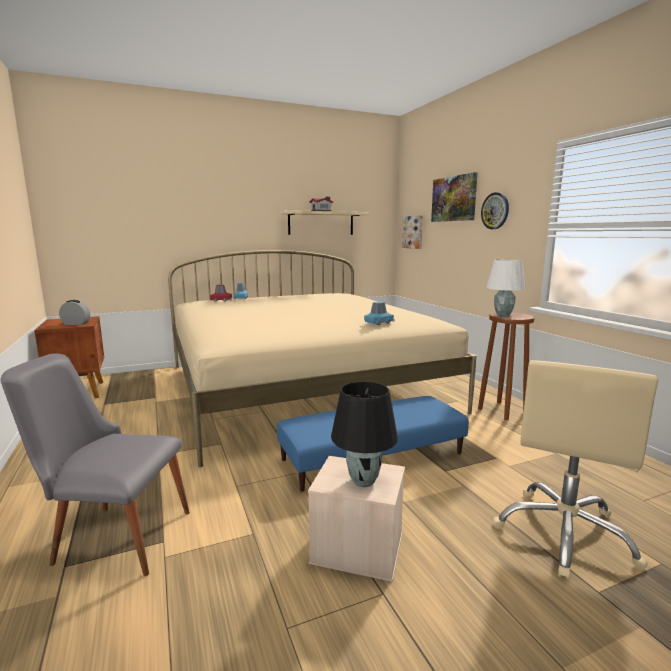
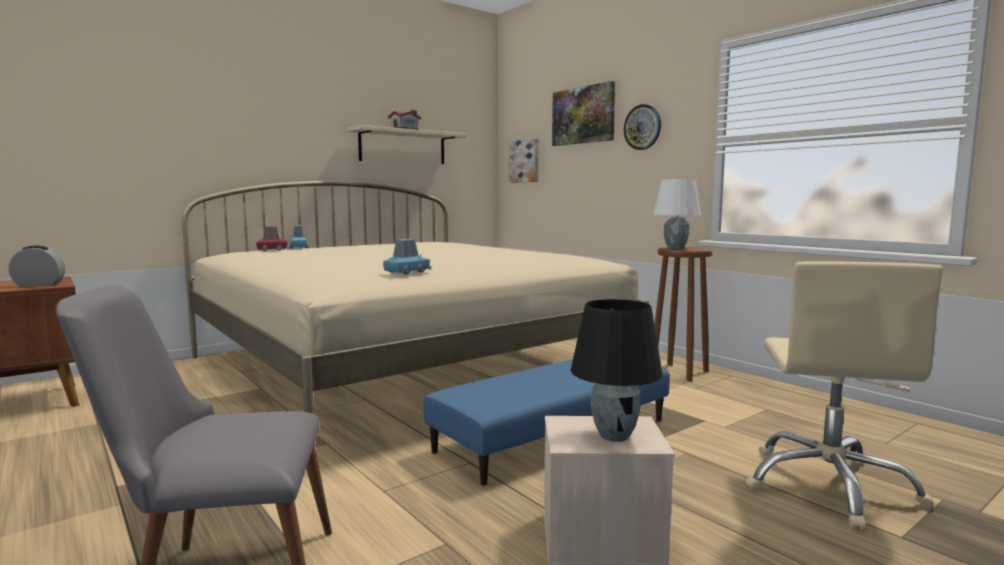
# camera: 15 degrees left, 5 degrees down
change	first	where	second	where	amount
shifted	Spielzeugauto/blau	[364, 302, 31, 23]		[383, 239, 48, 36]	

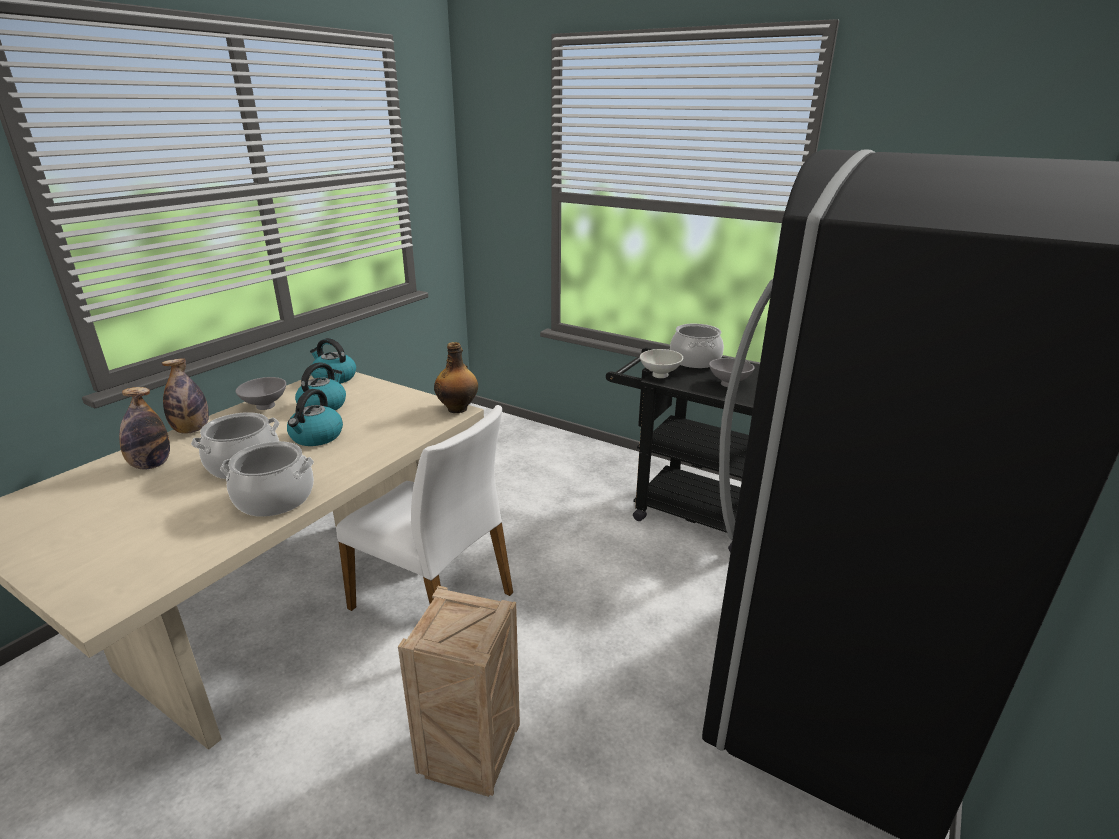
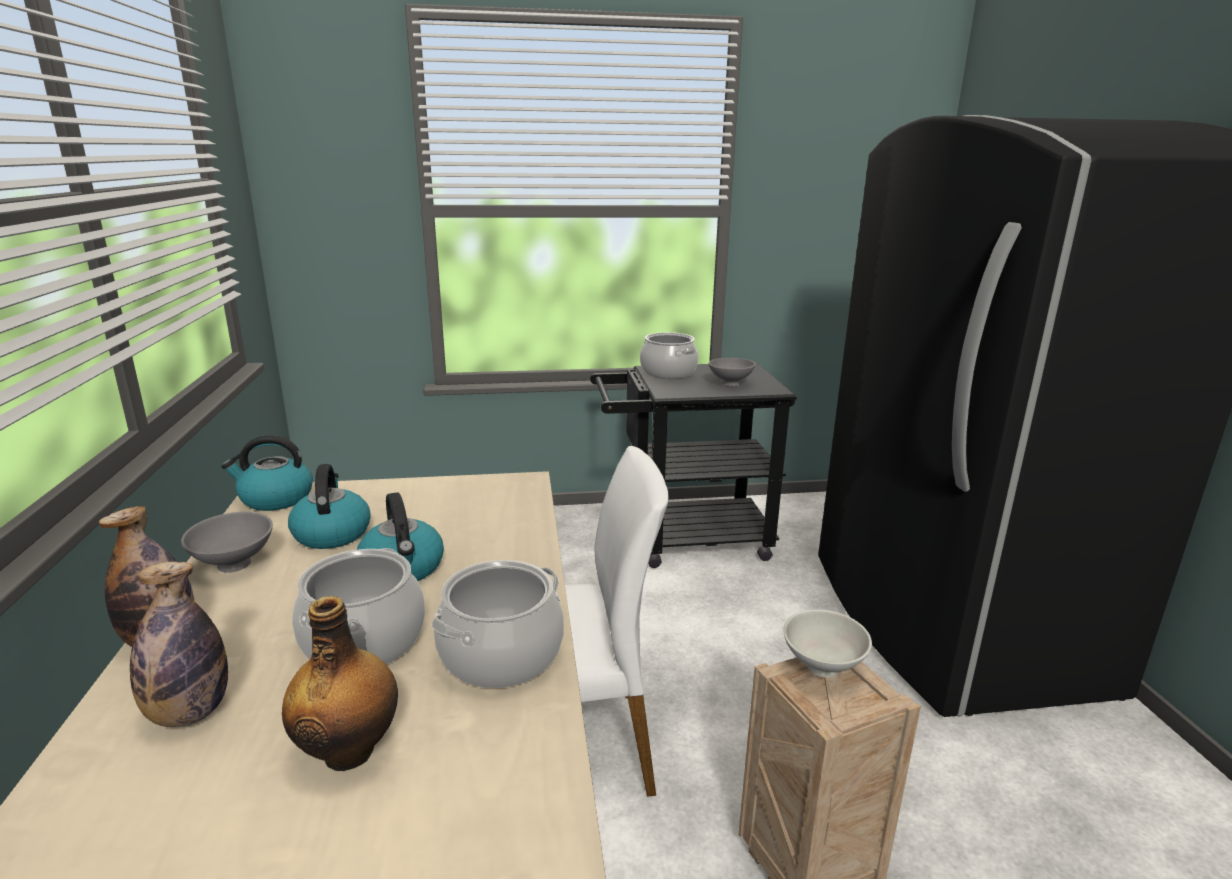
# camera: 40 degrees left, 5 degrees down
change	first	where	second	where	amount
shifted	Flasche	[434, 342, 44, 71]		[282, 596, 116, 175]	
shifted	Schüssel/weiß	[640, 349, 43, 29]		[784, 609, 88, 68]	

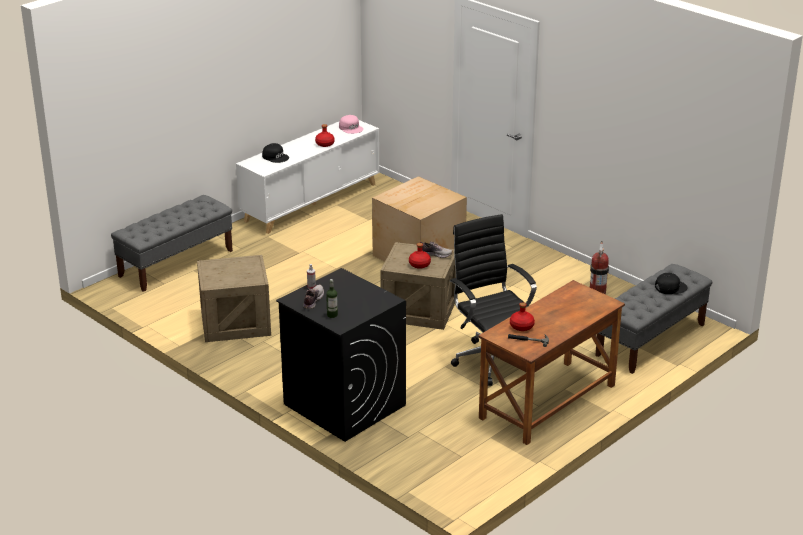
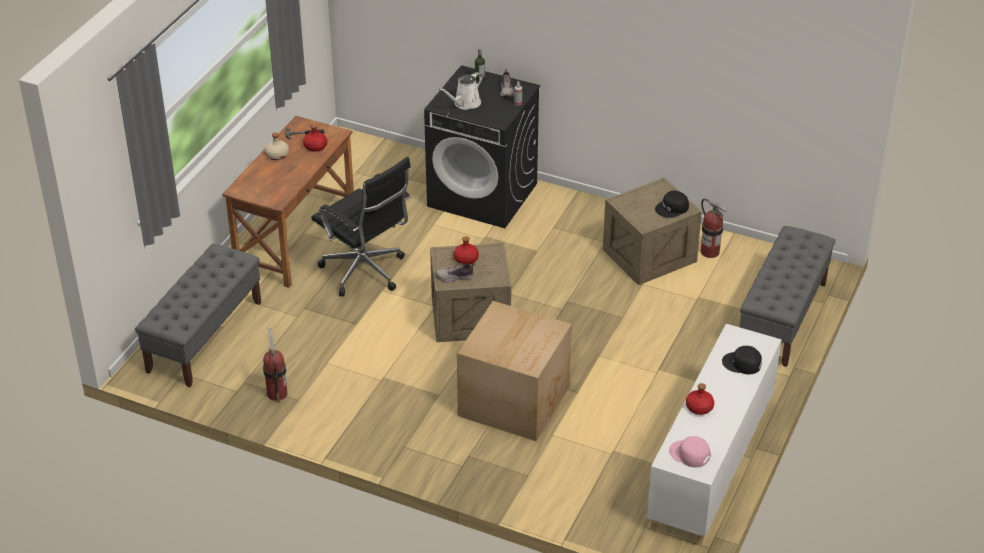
# camera: 160 degrees right, 10 degrees up
change	first	where	second	where	amount
new			Flasche/beige	[265, 133, 24, 27]	
new			Gießkanne/weiß	[439, 72, 44, 38]	
shifted	Kappe/schwarz	[655, 273, 33, 21]		[655, 191, 34, 27]	
new			Feuerlöscher	[701, 198, 28, 60]	

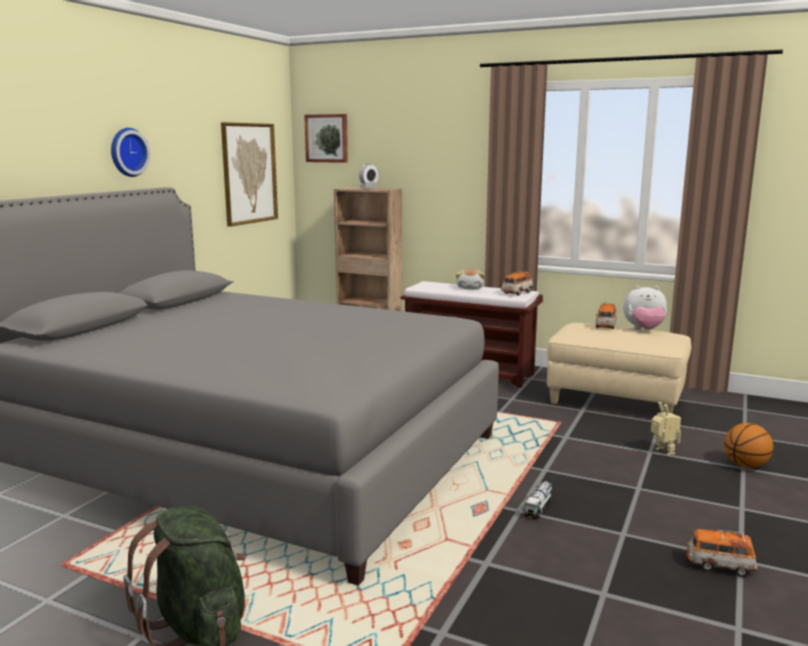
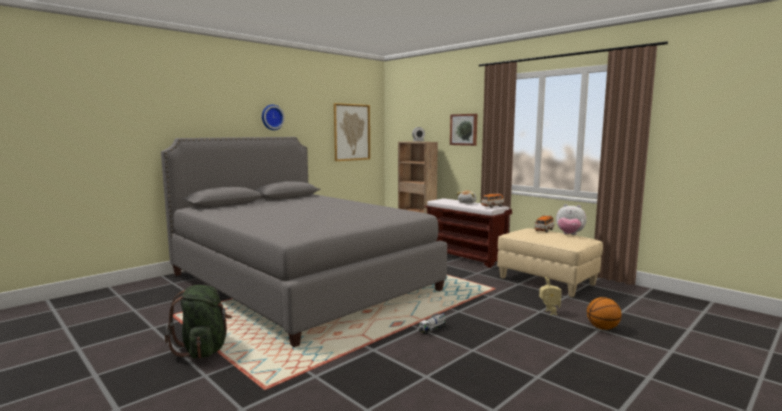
# camera: 20 degrees right, 5 degrees down
change	first	where	second	where	amount
shifted	Bild	[304, 114, 44, 49]		[450, 114, 27, 32]	
gone	Spielzeugauto	[686, 529, 72, 48]			

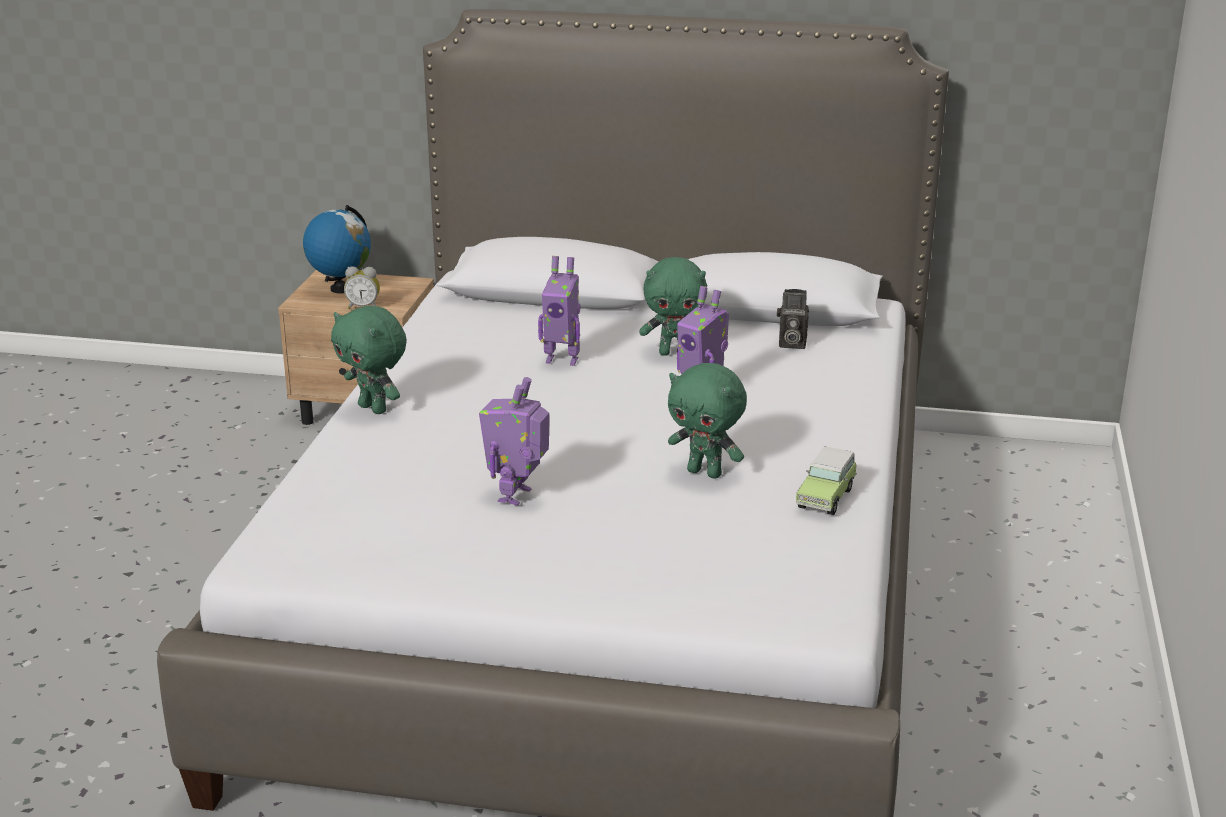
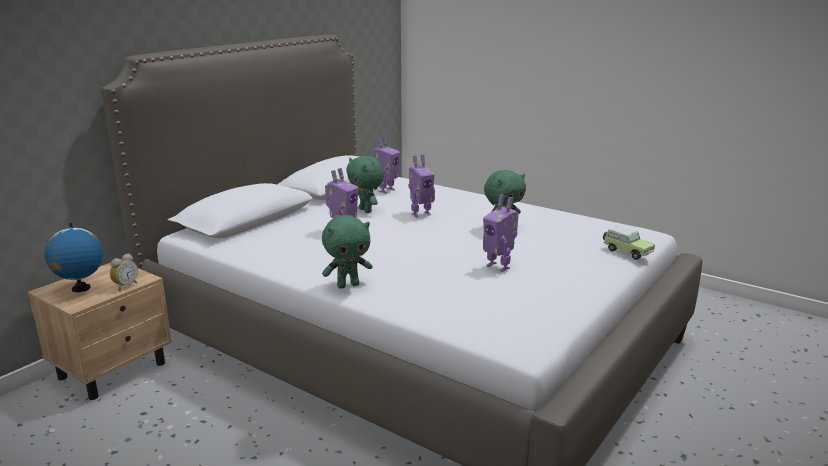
# camera: 65 degrees left, 5 degrees down
change	first	where	second	where	amount
rotated	Plüschtier/grün	[639, 257, 68, 99]		[346, 156, 38, 57]	120 degrees clockwise
swapped	Kamera	[777, 289, 32, 60]	Spielzeugroboter	[371, 136, 29, 57]	
shifted	Spielzeugauto	[796, 447, 61, 68]		[603, 226, 52, 34]	

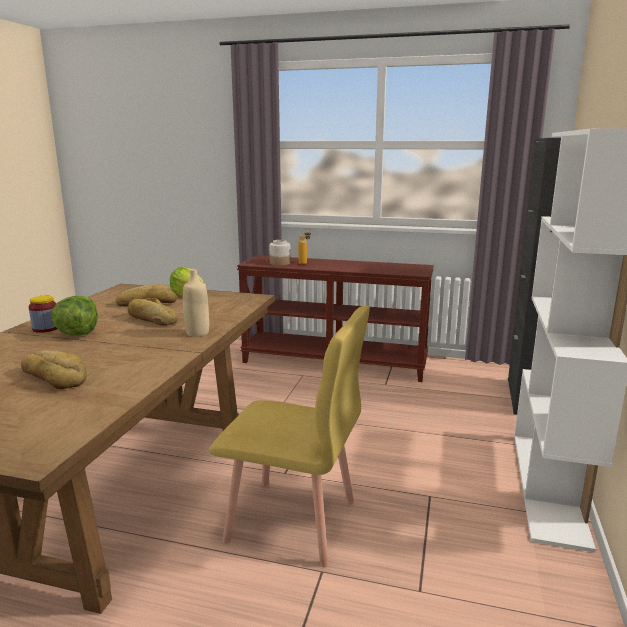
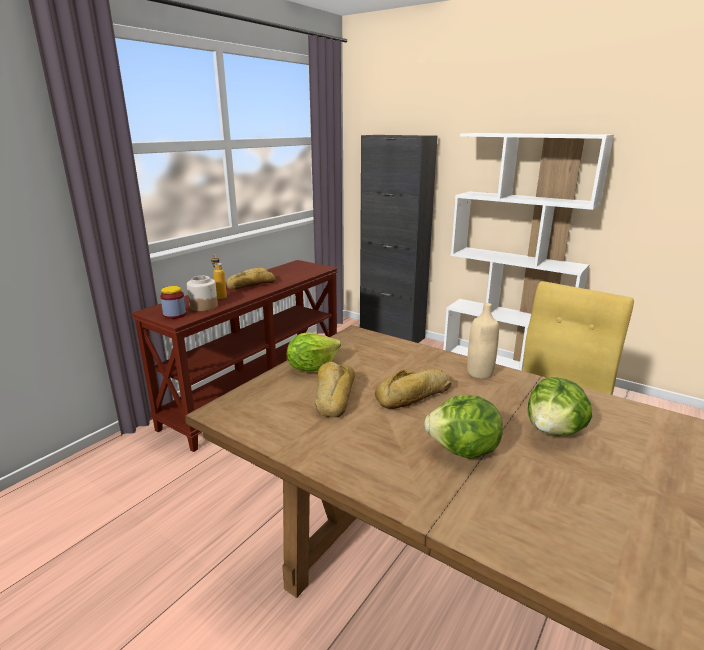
# camera: 70 degrees left, 5 degrees up
change	first	where	second	where	amount
shifted	Vorratsglas	[29, 296, 28, 37]		[160, 286, 26, 33]	
shifted	Brot	[21, 350, 65, 39]		[226, 268, 49, 22]	
new			Salatkopf	[528, 377, 64, 59]	

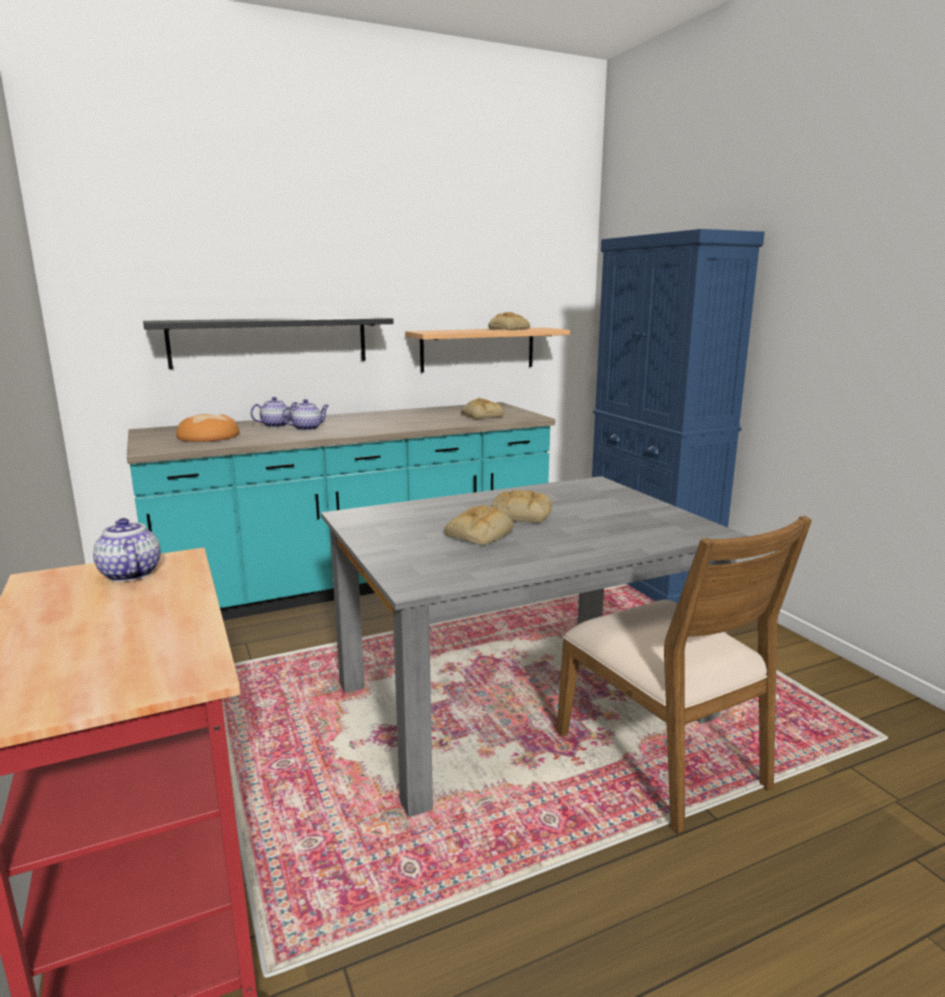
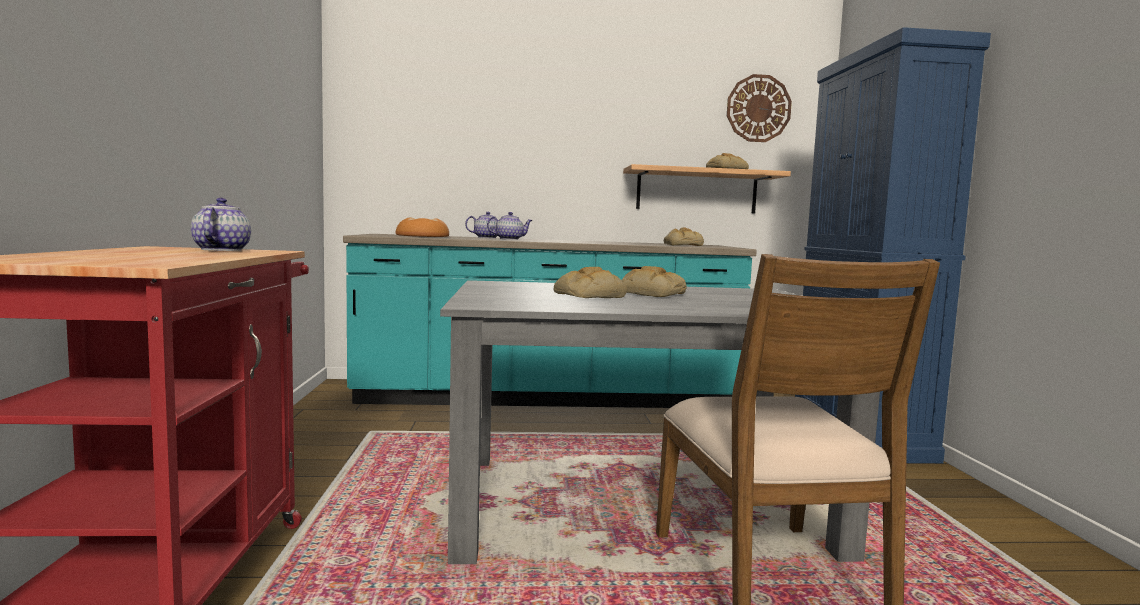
# camera: 20 degrees right, 10 degrees down
change	first	where	second	where	amount
new			Wanduhr	[727, 74, 65, 68]	
gone	Wandregal/schwarz	[143, 317, 251, 52]			

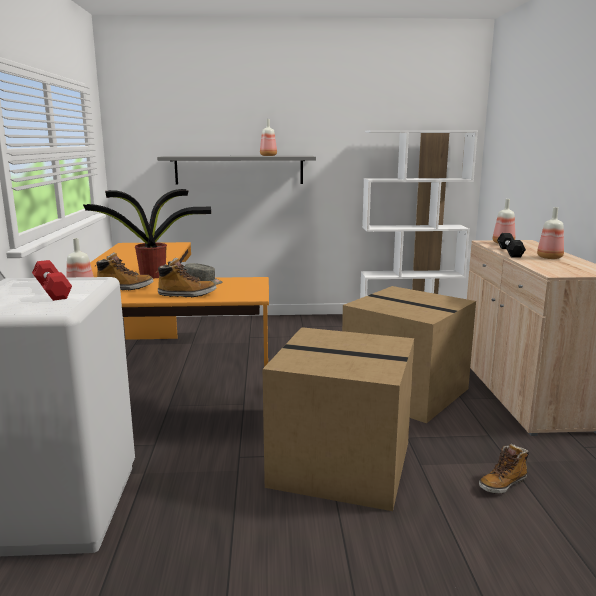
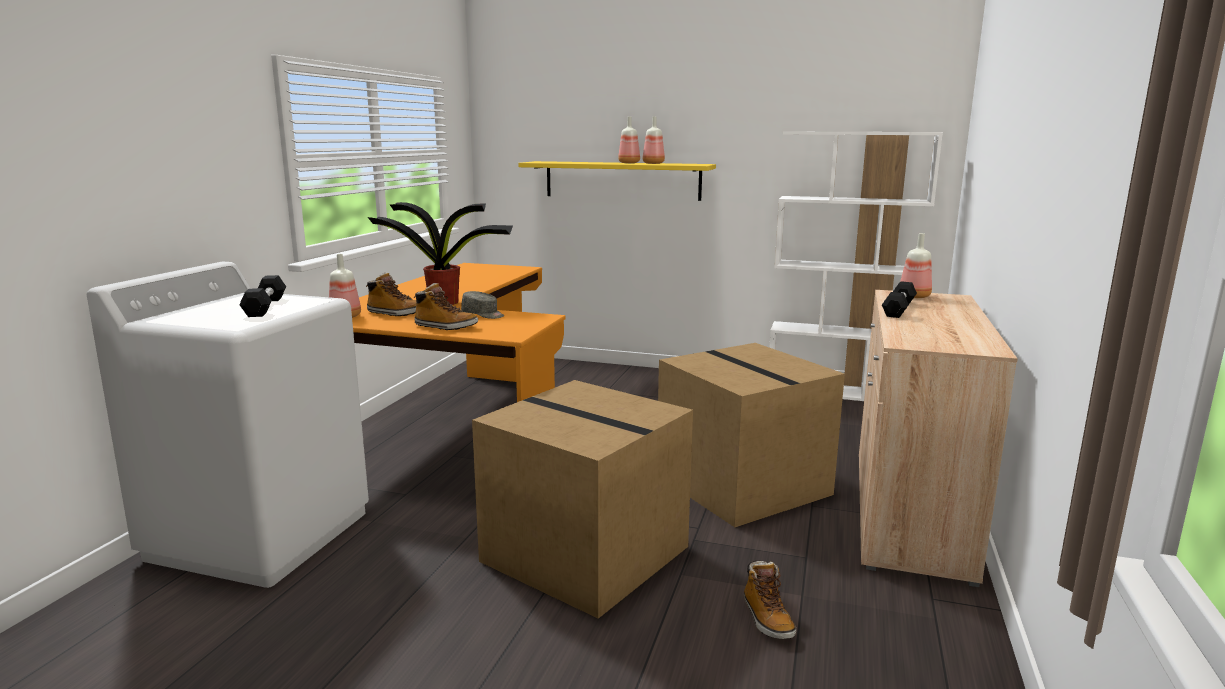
# camera: 20 degrees right, 0 degrees up
change	first	where	second	where	amount
repainted	Hantel/rot	[32, 260, 40, 41]	Hantel/schwarz	[239, 275, 47, 42]	
repainted	Wandregal/grau	[157, 156, 159, 29]	Wandregal/gelb	[518, 161, 198, 40]	
shifted	Flasche	[537, 207, 27, 52]		[618, 117, 22, 46]	
rotated	Stiefel	[479, 444, 50, 50]		[744, 560, 52, 79]	90 degrees counterclockwise

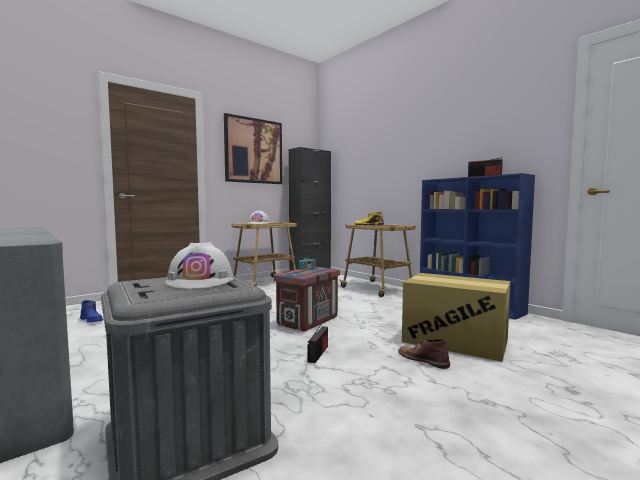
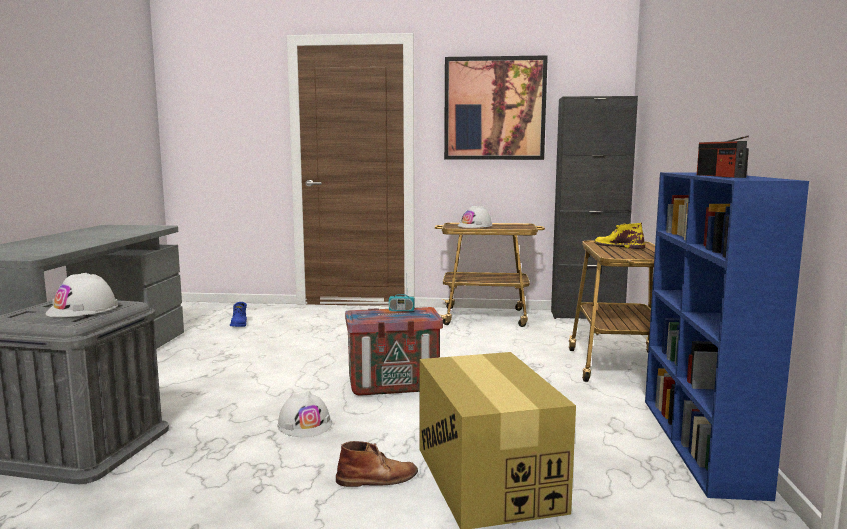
# camera: 45 degrees right, 5 degrees up
change	first	where	second	where	amount
swapped	Radio	[308, 323, 20, 40]	Schutzhelm/weiß	[277, 391, 55, 46]	
rotated	Stiefel/braun	[398, 339, 52, 30]		[336, 441, 82, 46]	75 degrees clockwise

